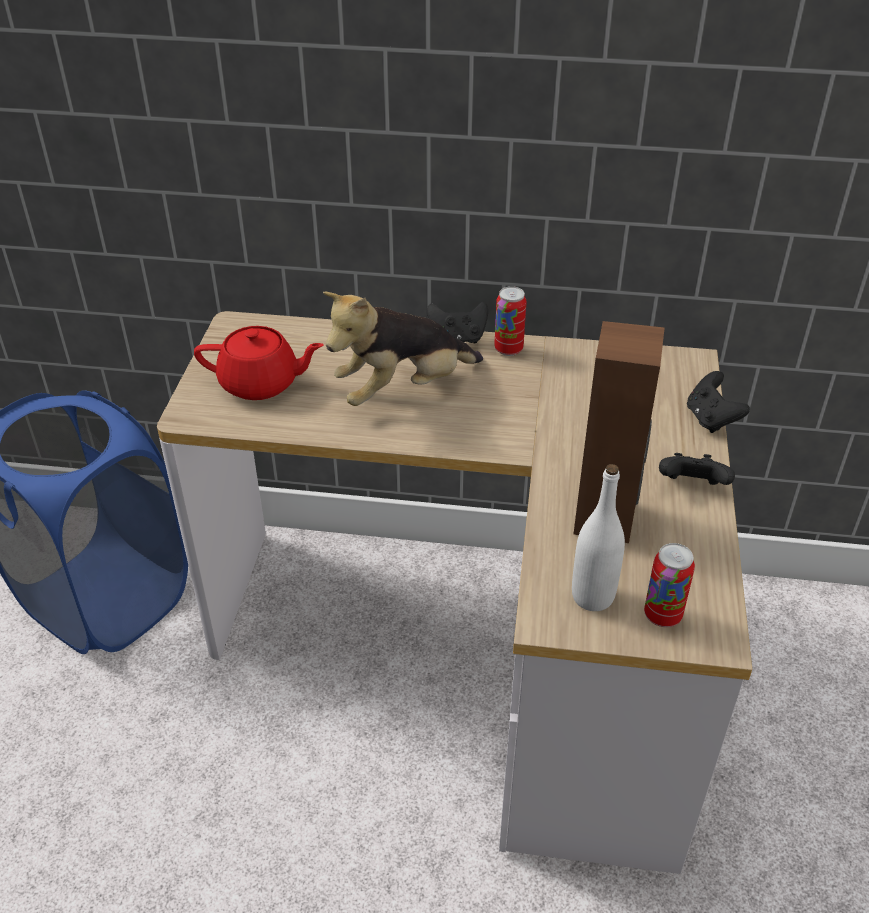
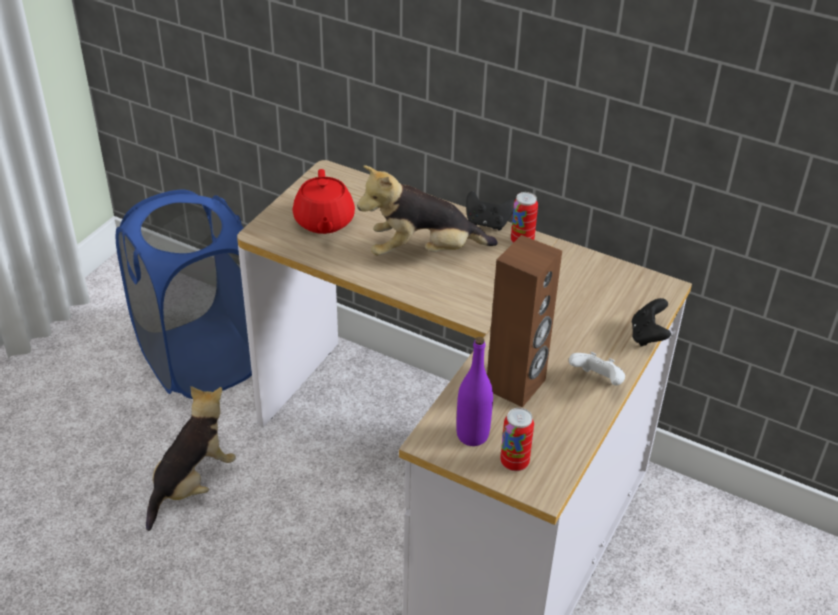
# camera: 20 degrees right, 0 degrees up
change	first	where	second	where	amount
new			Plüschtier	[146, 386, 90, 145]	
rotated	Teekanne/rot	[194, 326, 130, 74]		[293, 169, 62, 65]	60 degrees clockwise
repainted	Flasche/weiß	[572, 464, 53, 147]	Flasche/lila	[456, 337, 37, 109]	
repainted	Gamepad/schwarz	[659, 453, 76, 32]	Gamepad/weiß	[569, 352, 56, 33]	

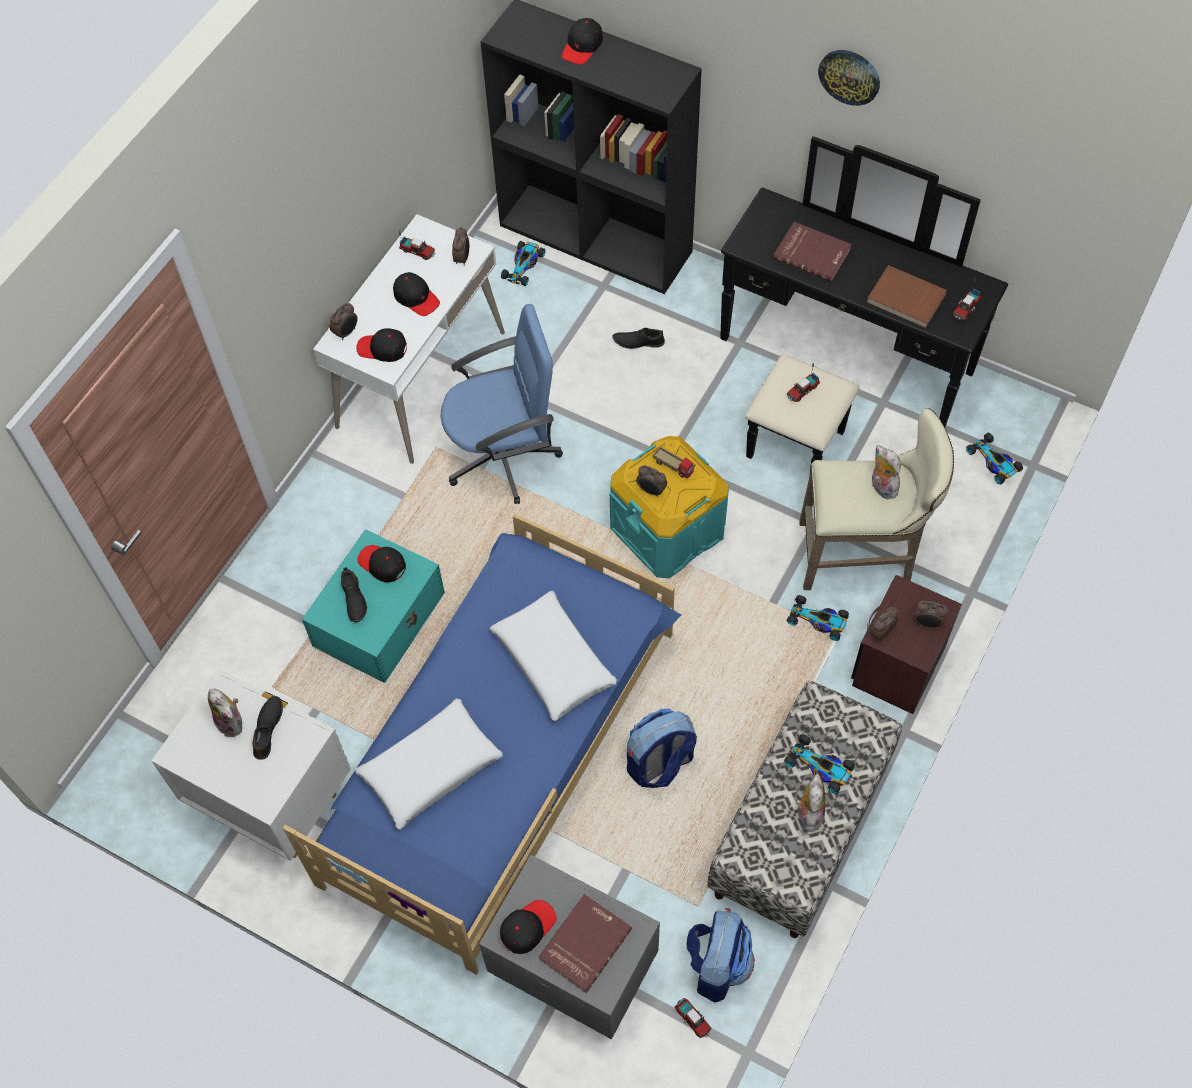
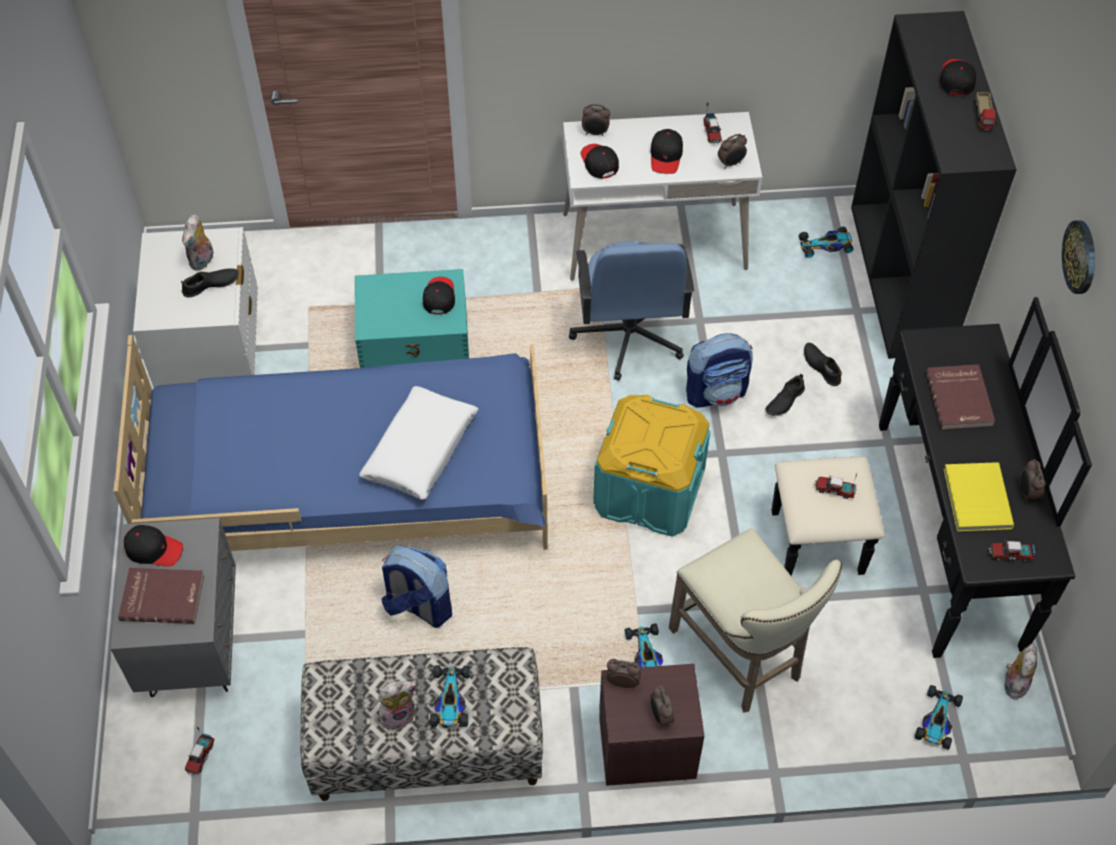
# camera: 55 degrees right, 5 degrees down
change	first	where	second	where	amount
rotated	Bürostuhl/blau	[441, 304, 122, 200]		[569, 241, 125, 140]	45 degrees clockwise
shifted	Rucksack	[687, 908, 68, 94]		[686, 333, 67, 75]	
shifted	Schuh/schwarz	[341, 567, 26, 55]		[765, 374, 40, 42]	
rotated	Kappe/schwarz	[562, 18, 41, 47]		[940, 59, 36, 37]	105 degrees clockwise
repainted	Buch/braun	[867, 265, 80, 63]	Buch/gelb	[944, 462, 70, 69]	
shifted	Spielzeuglaster	[653, 446, 42, 32]		[975, 92, 21, 38]	
shifted	Plüschtier	[872, 445, 29, 55]		[1004, 643, 33, 57]	
shifted	Wecker	[636, 465, 31, 32]		[1020, 459, 25, 42]	
gone	Kissen/weiß	[355, 699, 148, 130]			

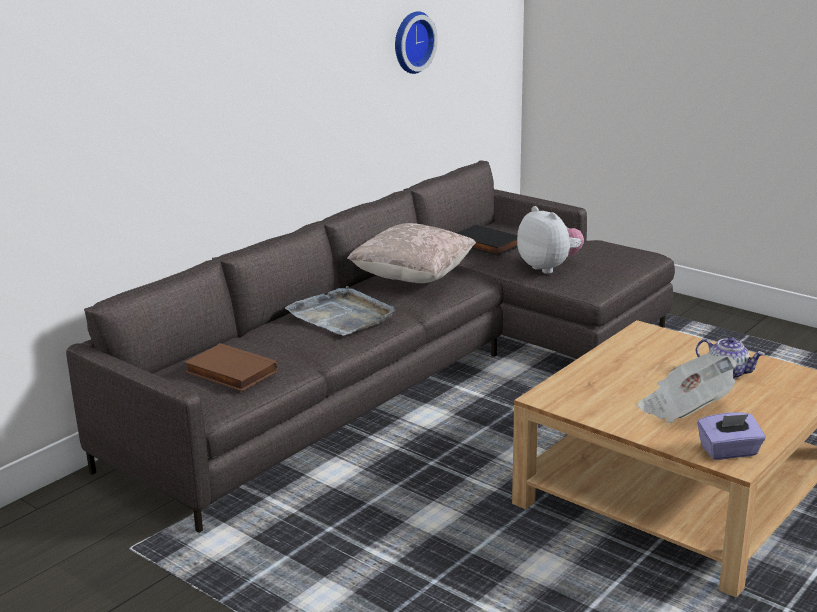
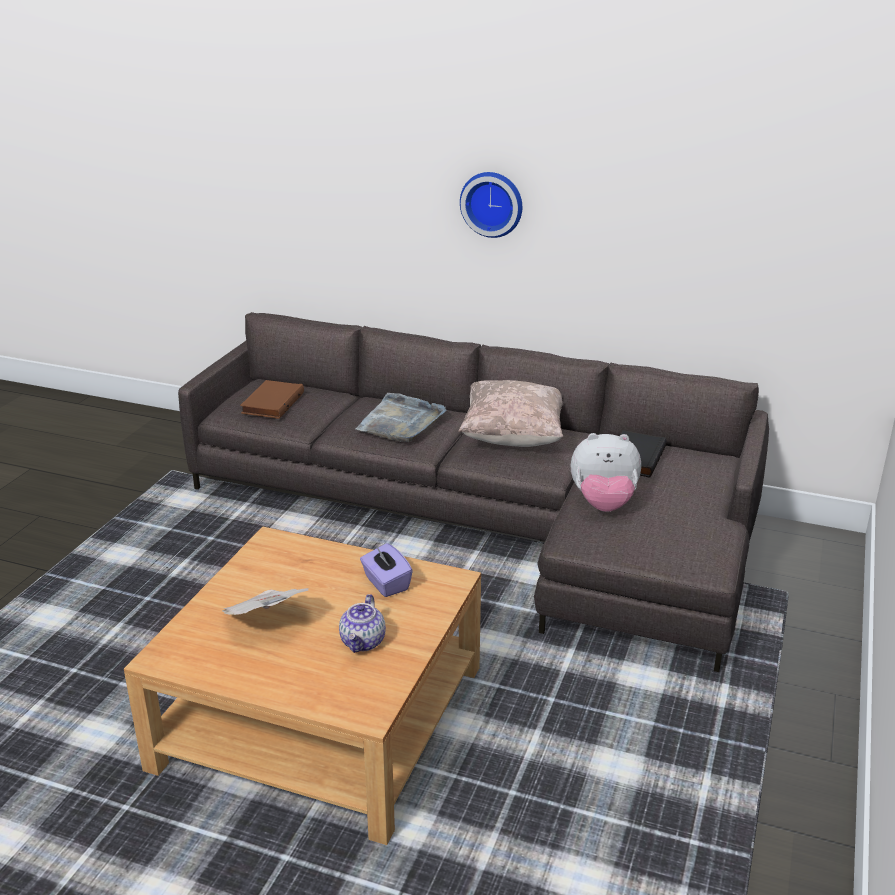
# camera: 70 degrees right, 5 degrees up
change	first	where	second	where	amount
shifted	Taschentuchbox/lila	[697, 412, 69, 48]		[360, 543, 53, 54]	
shifted	Wanduhr	[395, 11, 43, 63]		[460, 172, 62, 66]	
rotated	Plüschtier	[517, 206, 67, 68]		[571, 433, 70, 79]	60 degrees clockwise

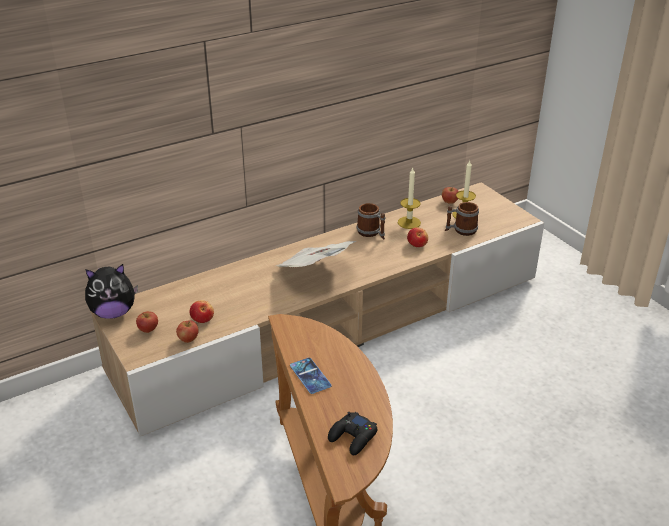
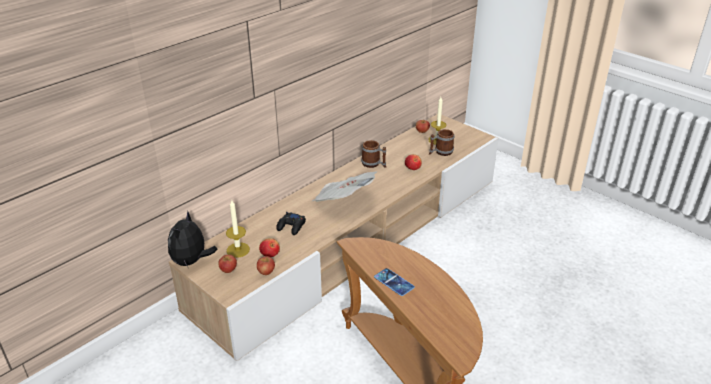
# camera: 15 degrees left, 0 degrees up
change	first	where	second	where	amount
rotated	Plüschtier	[85, 264, 53, 55]		[168, 210, 50, 57]	135 degrees clockwise
shifted	Kerze	[398, 168, 23, 61]		[226, 200, 24, 58]	
shifted	Gamepad/schwarz	[328, 412, 49, 43]		[276, 212, 30, 23]	

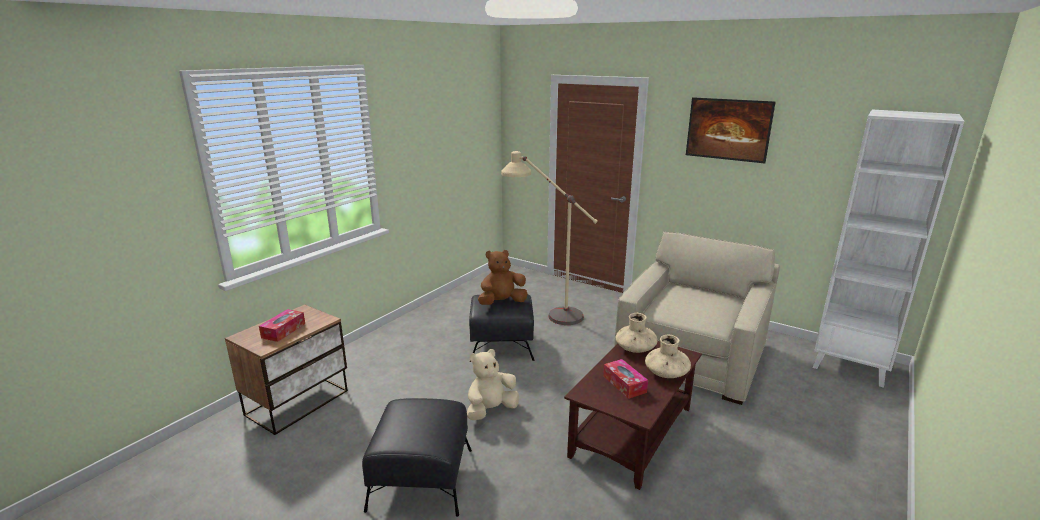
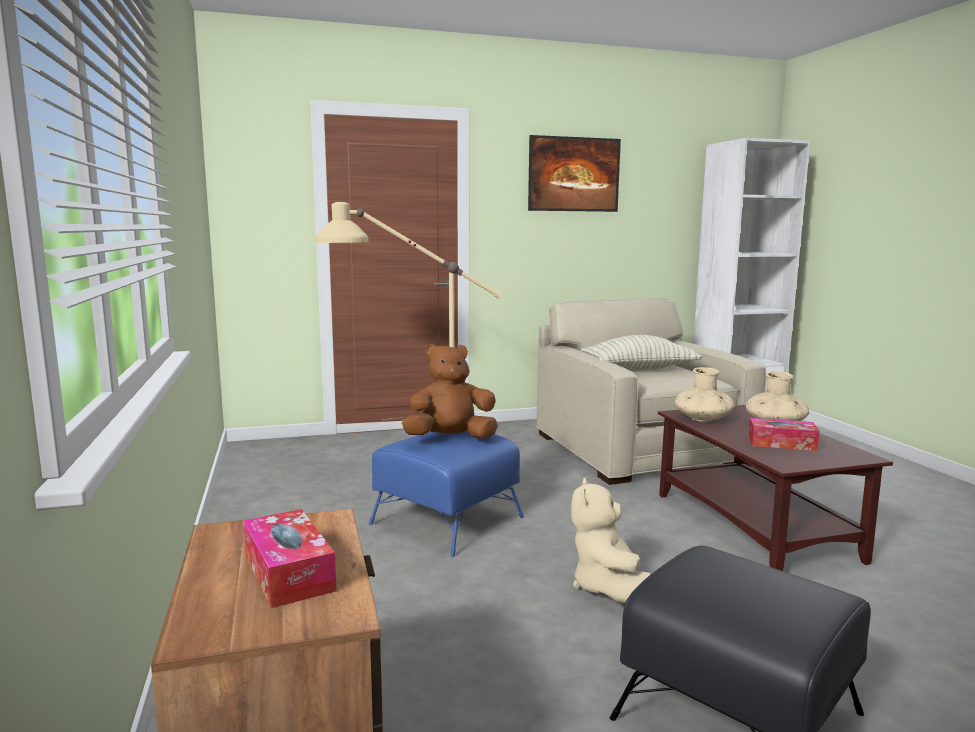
# camera: 50 degrees left, 10 degrees down
change	first	where	second	where	amount
repainted	Polsterhocker/schwarz	[469, 294, 66, 68]	Polsterhocker/blau	[369, 430, 155, 127]	
rotated	Plüschtier/braun	[478, 250, 50, 55]		[402, 344, 96, 95]	60 degrees clockwise
new			Kissen	[581, 335, 121, 36]	

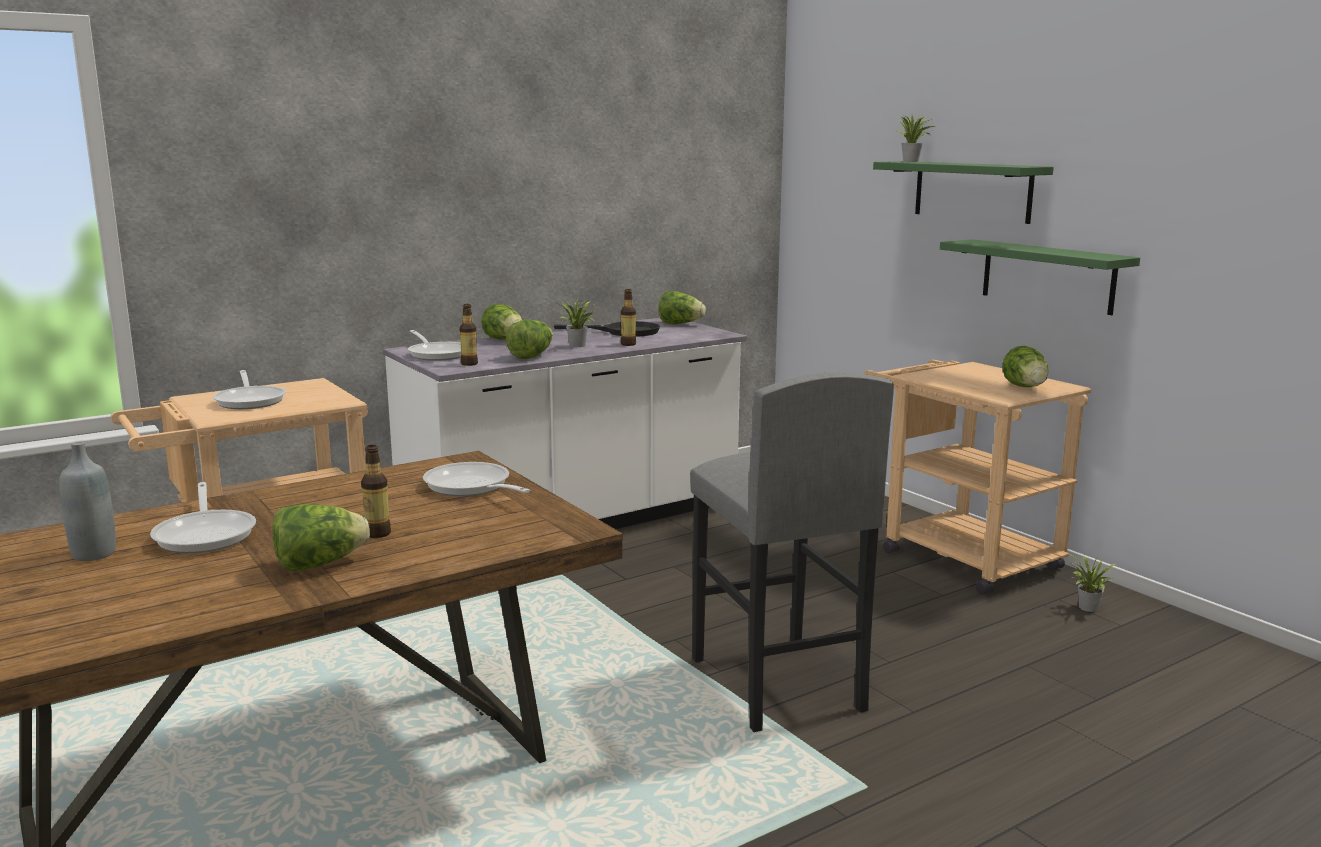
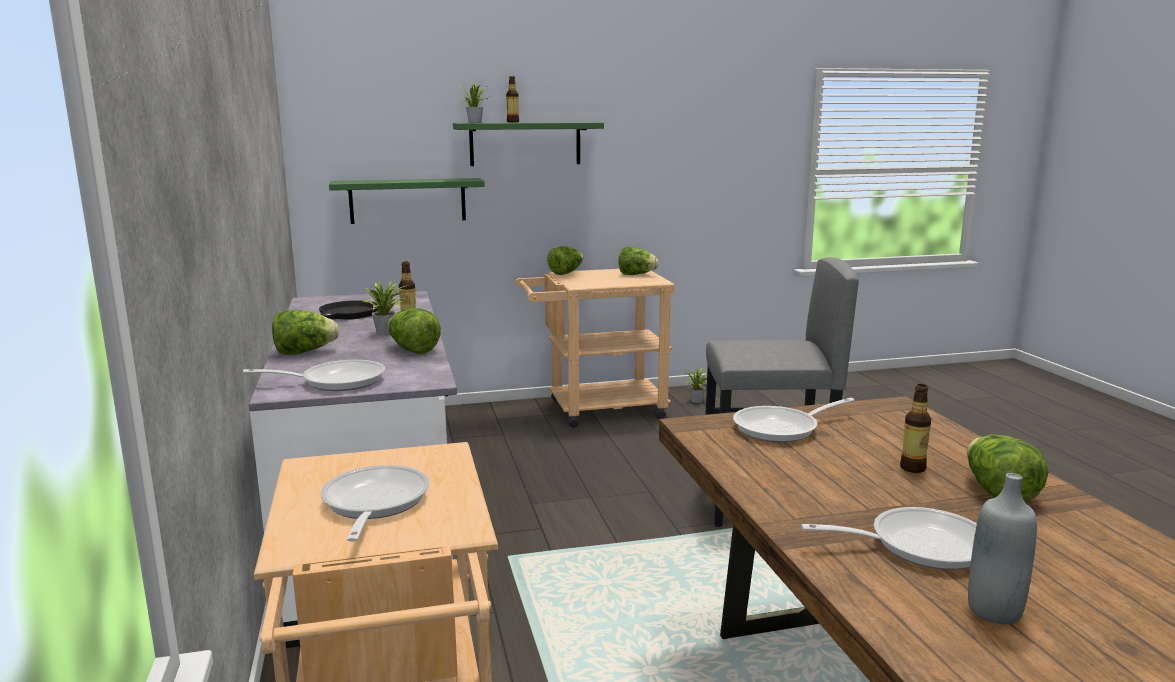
# camera: 70 degrees left, 0 degrees up
change	first	where	second	where	amount
rotated	Pfanne	[213, 370, 73, 39]		[321, 465, 108, 77]	90 degrees counterclockwise
shifted	Wandregal/grün	[940, 239, 200, 76]		[329, 178, 156, 46]	
shifted	Flasche	[459, 304, 19, 62]		[506, 76, 13, 46]	
shifted	Salatkopf	[659, 291, 47, 33]		[547, 246, 36, 29]	

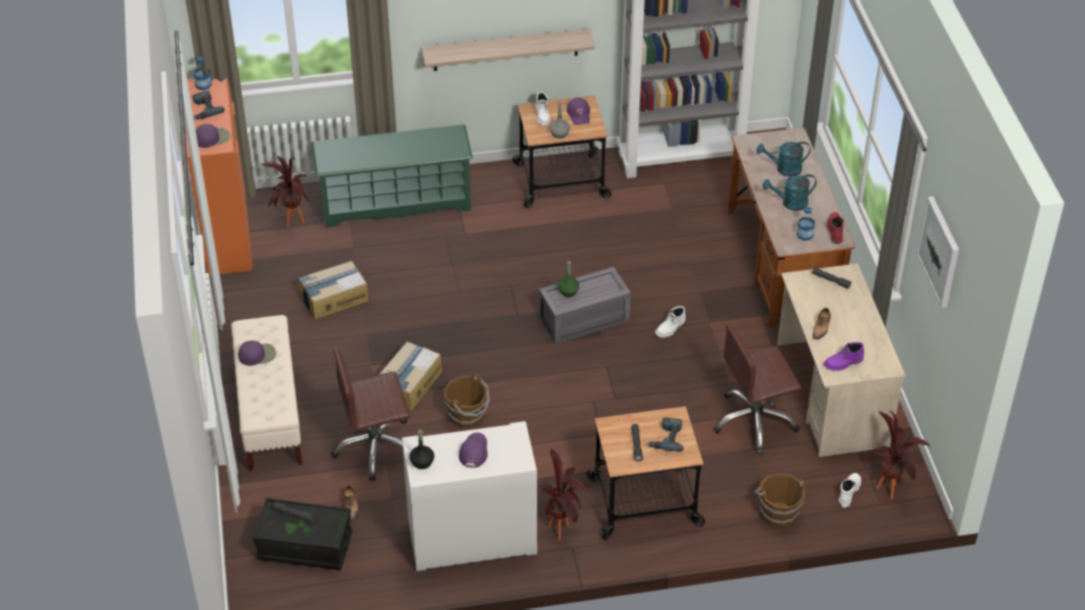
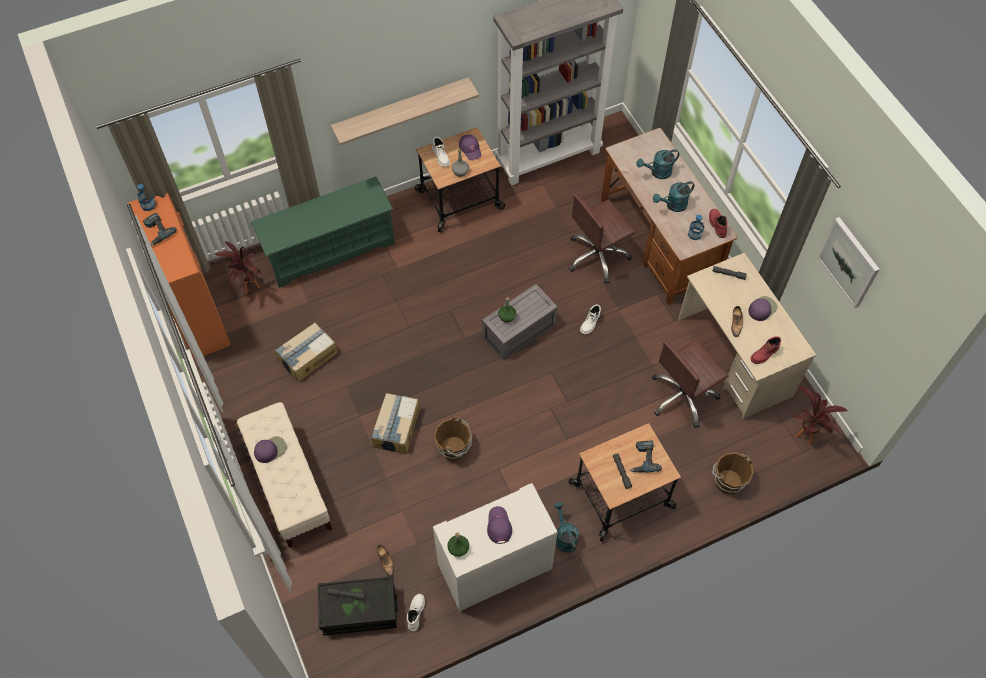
# camera: 15 degrees left, 15 degrees up
change	first	where	second	where	amount
shifted	Stiefel/weiß	[839, 473, 22, 35]		[407, 594, 18, 38]	
repainted	Flasche/schwarz	[409, 429, 25, 40]	Flasche/grün	[447, 532, 22, 25]	
swapped	Topfpflanze	[539, 449, 51, 91]	Gießkanne/türkis	[554, 502, 25, 50]	
shifted	Bürostuhl/braun	[331, 348, 79, 133]		[569, 193, 66, 90]	
shifted	Kappe/lila	[196, 124, 34, 24]		[749, 296, 29, 25]	
repainted	Stiefel/lila	[824, 342, 40, 29]	Stiefel/rot	[750, 336, 31, 28]	

